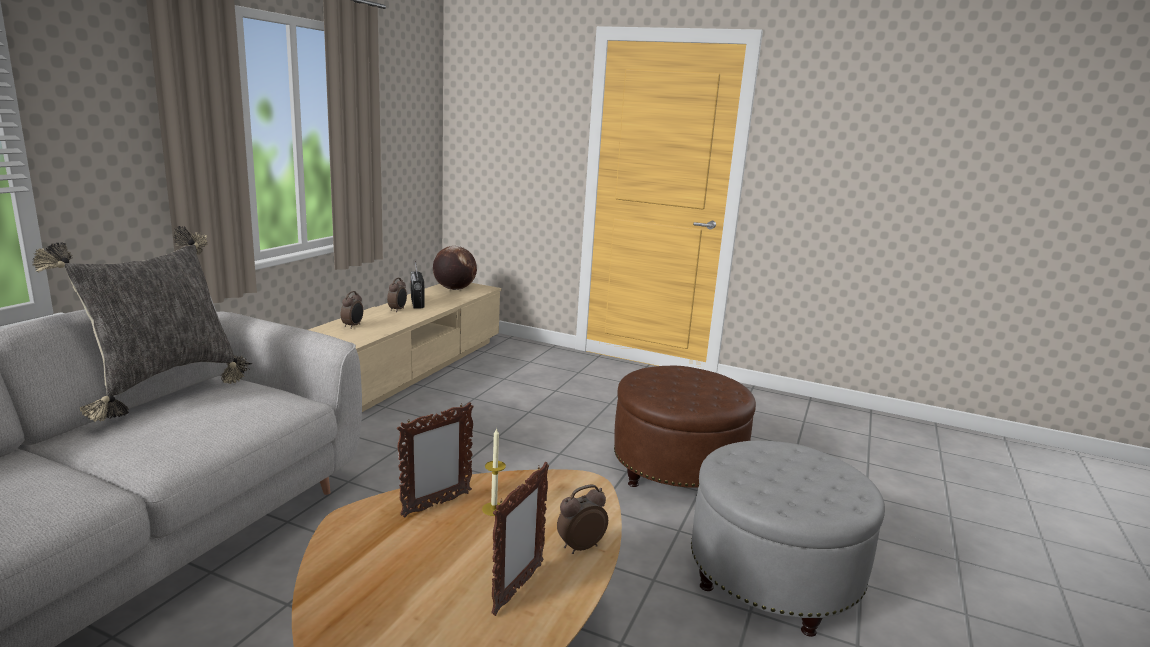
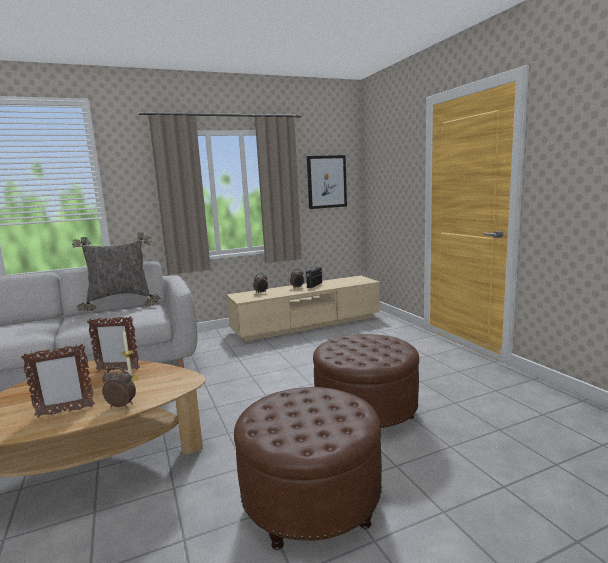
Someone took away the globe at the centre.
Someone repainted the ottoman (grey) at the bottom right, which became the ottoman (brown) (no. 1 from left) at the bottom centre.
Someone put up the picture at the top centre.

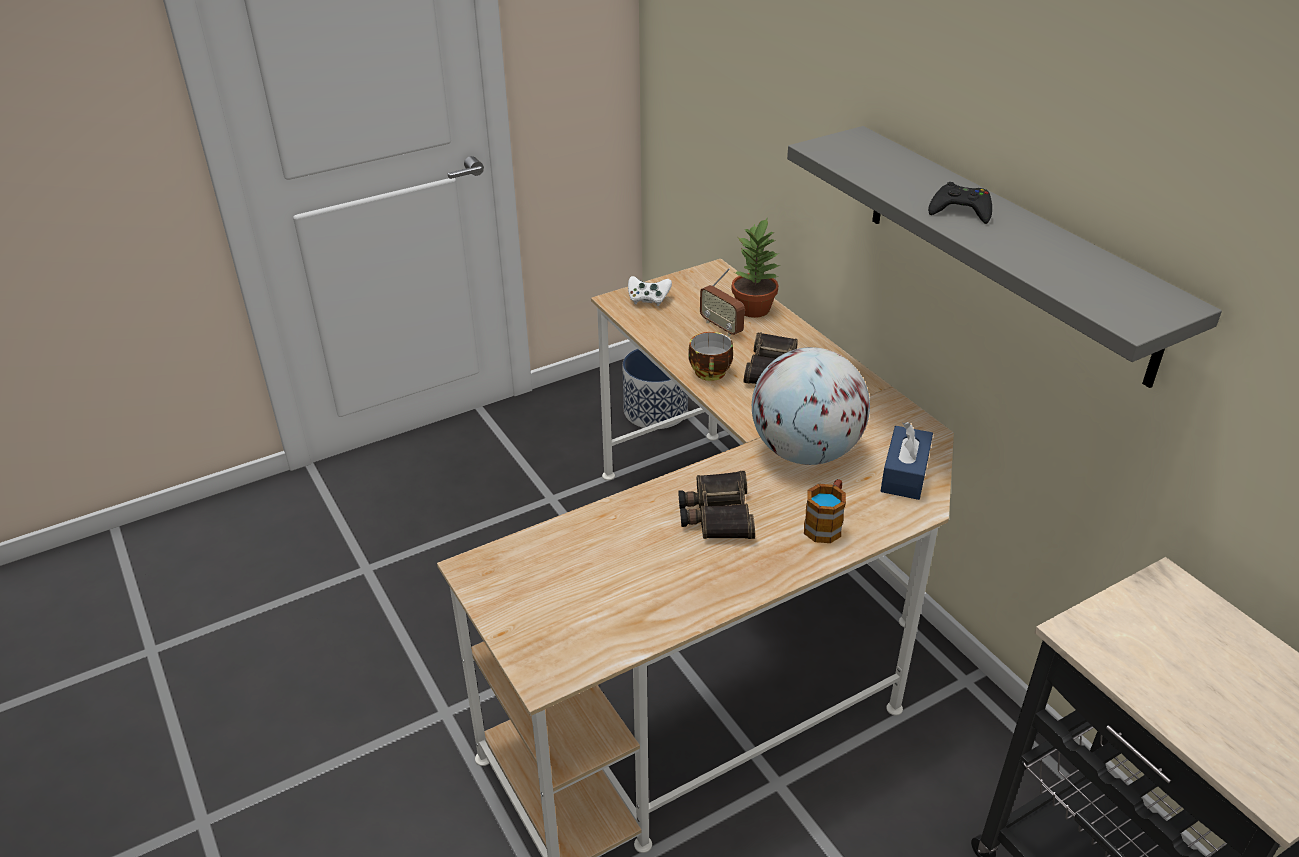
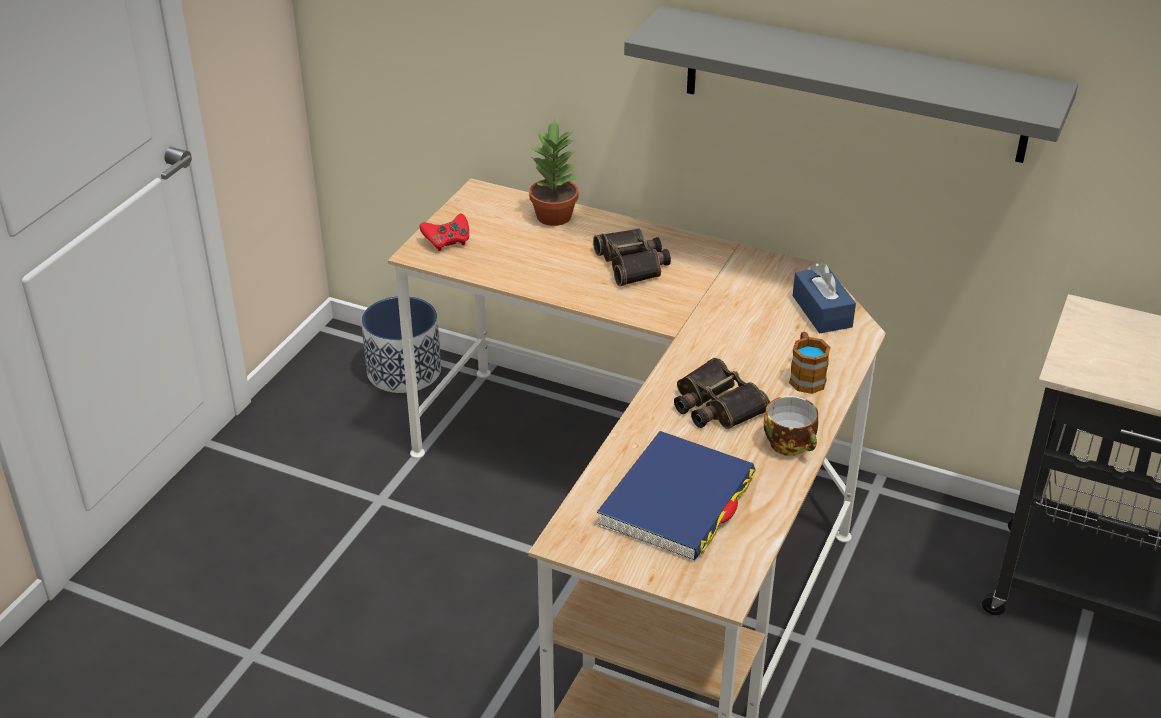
Someone repainted the game controller (white) at the centre, which became the game controller (red) at the top centre.
Someone carried the cup from the centre to the middle right.
Someone took away the radio at the centre.
Someone took away the globe at the centre.
Someone took away the game controller (black) at the top right.
Someone put down the book (blue) at the bottom centre.

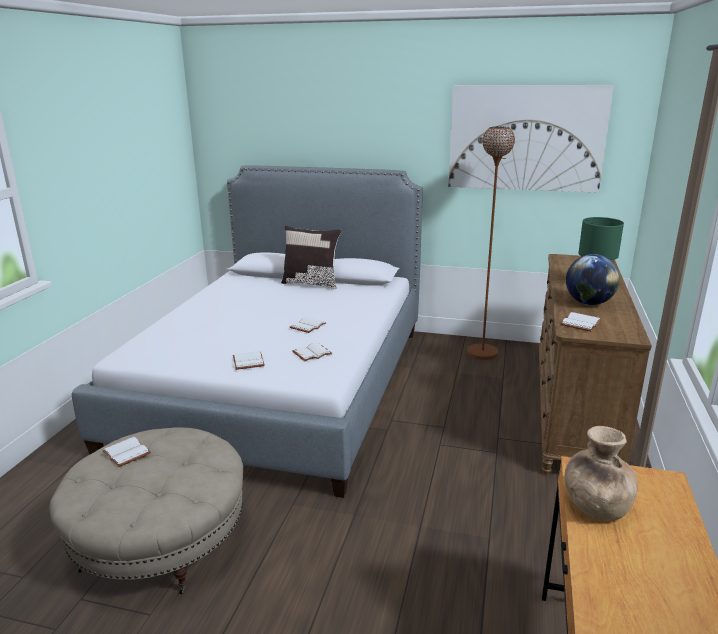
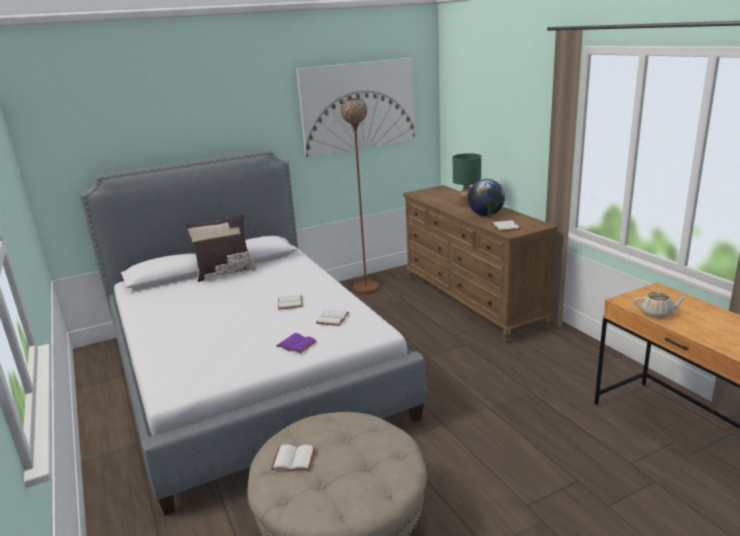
Someone repainted the book (white) (no. 2 from left) at the centre, which became the book (purple) at the centre.
Someone swapped the vase (brown) at the bottom right for the teapot (beige) at the middle right.

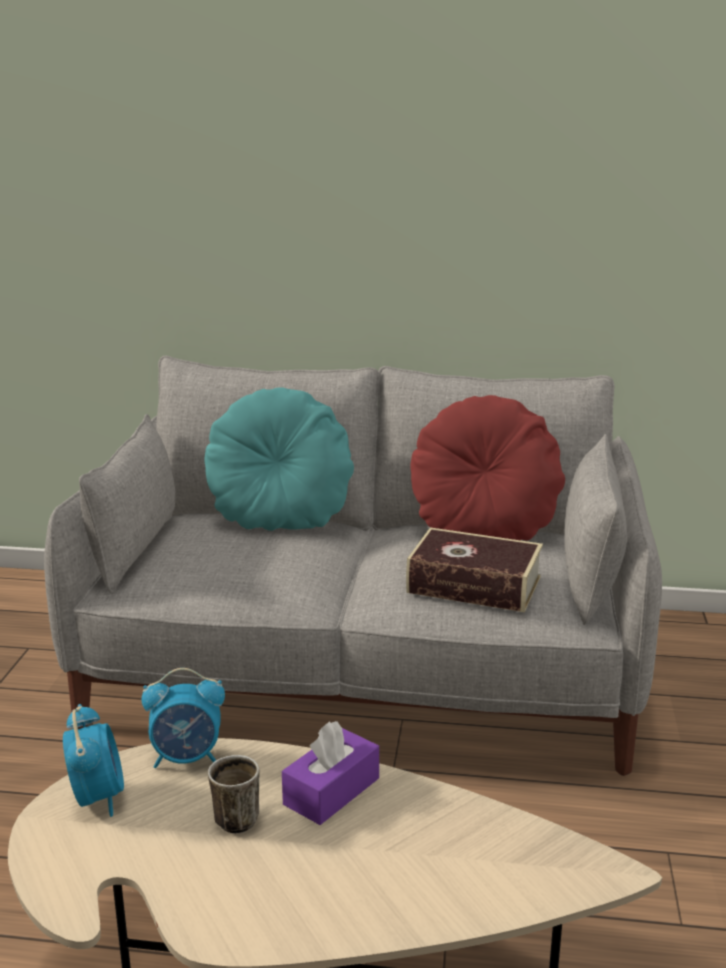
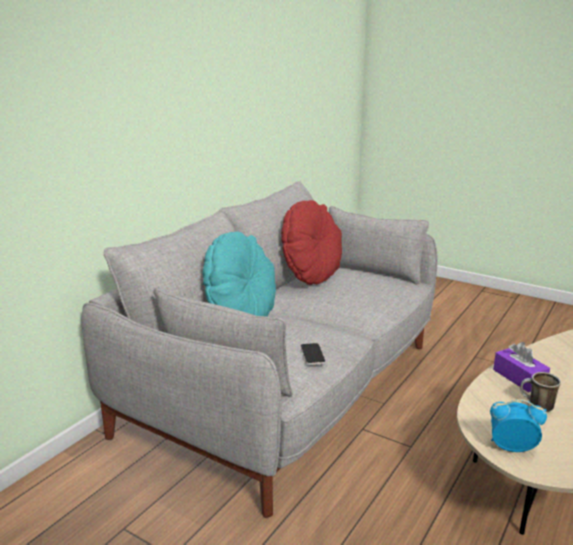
Someone took away the alarm clock (no. 2 from left) at the bottom left.
Someone took away the book at the centre.
Someone put down the phone at the centre.

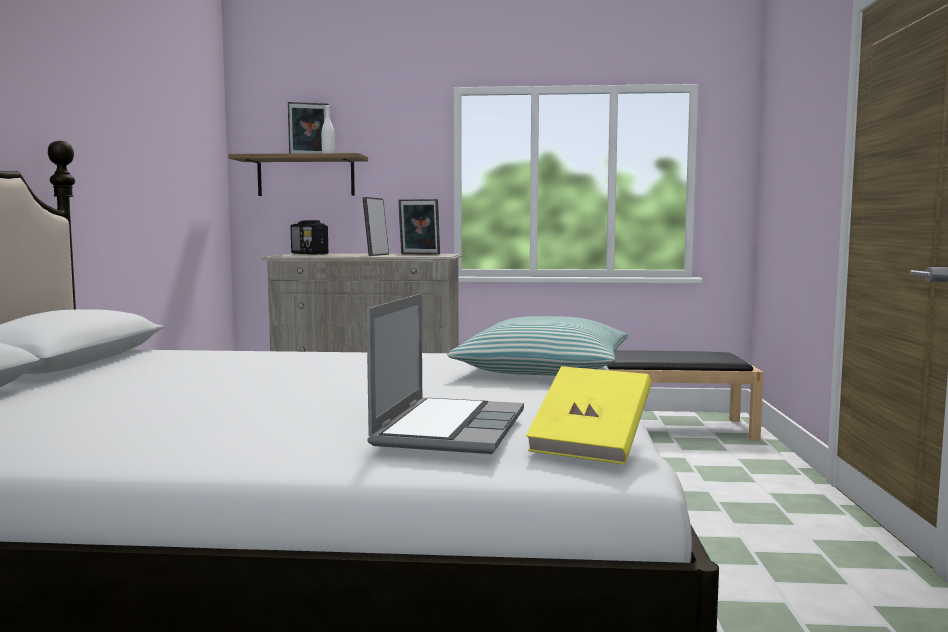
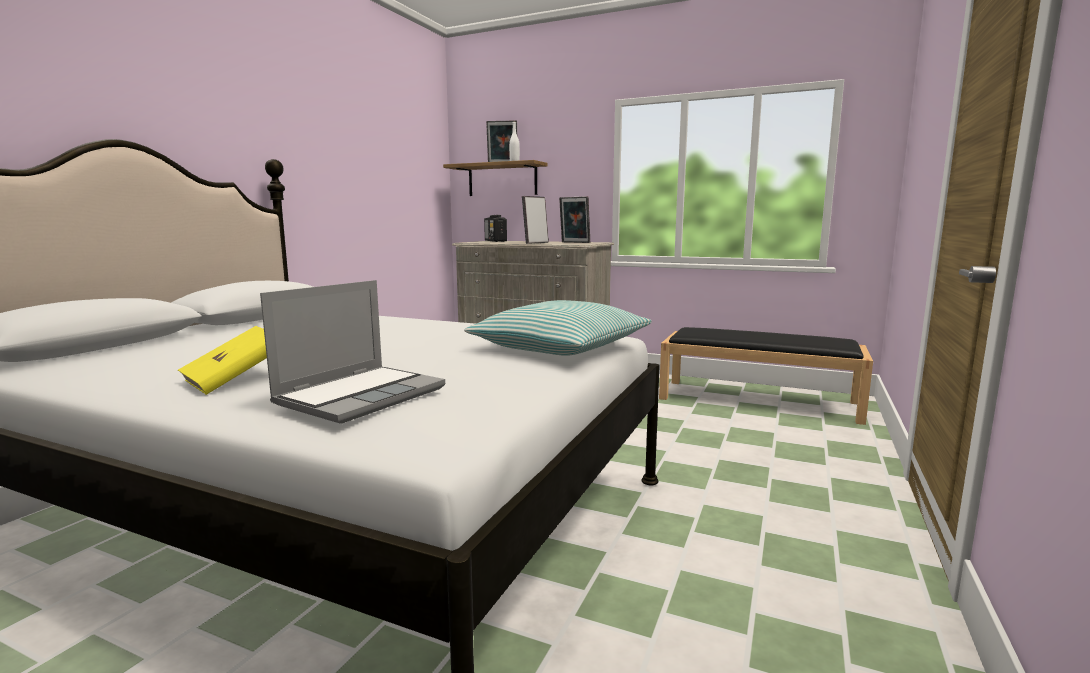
Someone carried the book (yellow) from the centre to the middle left.

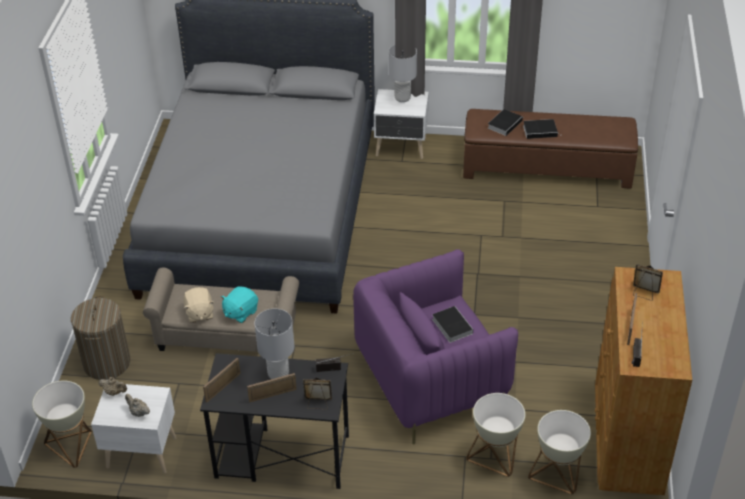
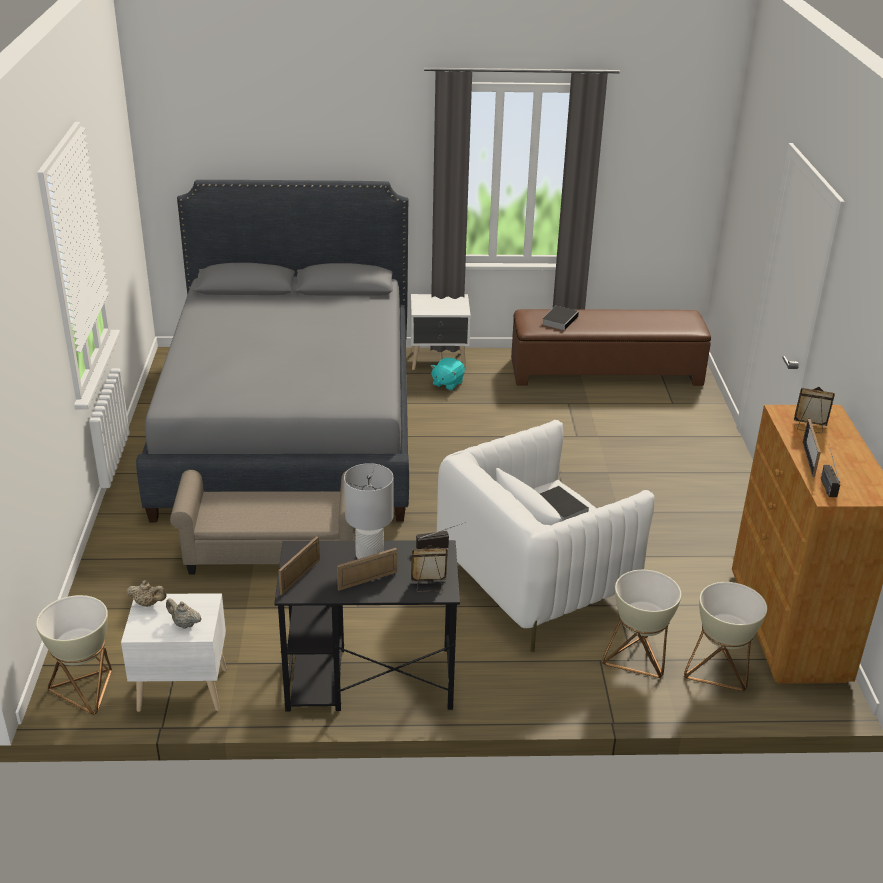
Someone took away the laundry basket at the bottom left.
Someone took away the plush toy (beige) at the middle left.
Someone carried the plush toy (turquoise) from the middle left to the centre.
Someone repainted the armchair (purple) at the bottom centre, which became the armchair (white) at the centre.
Someone took away the table lamp (grey) (no. 2 from left) at the top centre.
Someone took away the book (no. 3 from left) at the top right.

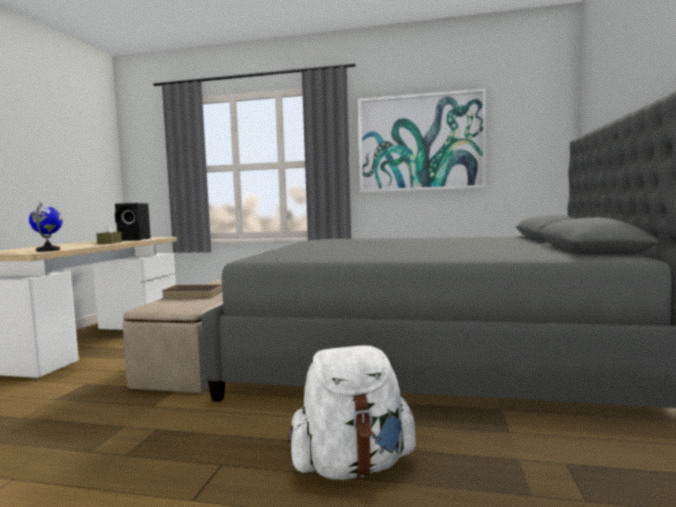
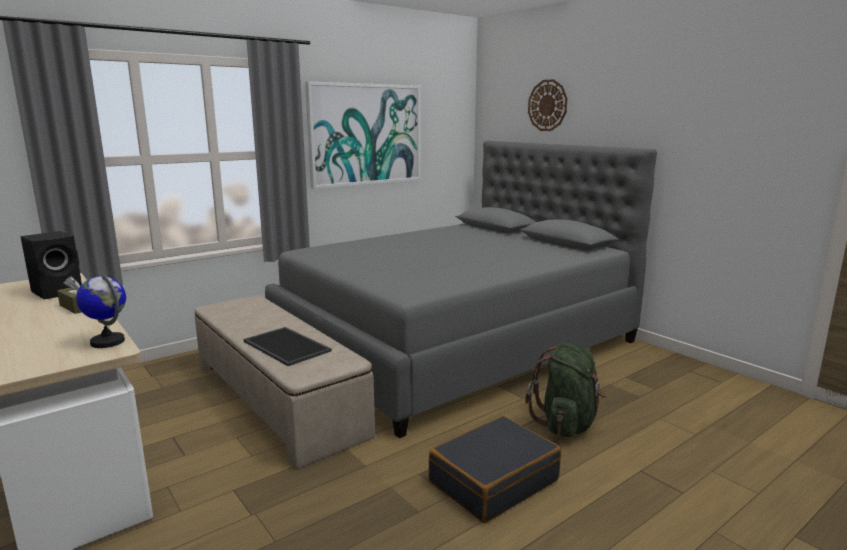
Someone swapped the book (brown) at the middle left for the tray at the centre.
Someone repainted the backpack (white) at the bottom centre, which became the backpack (green) at the bottom right.
Someone put down the suitcase (black) at the bottom centre.
Someone put up the wall clock at the top centre.

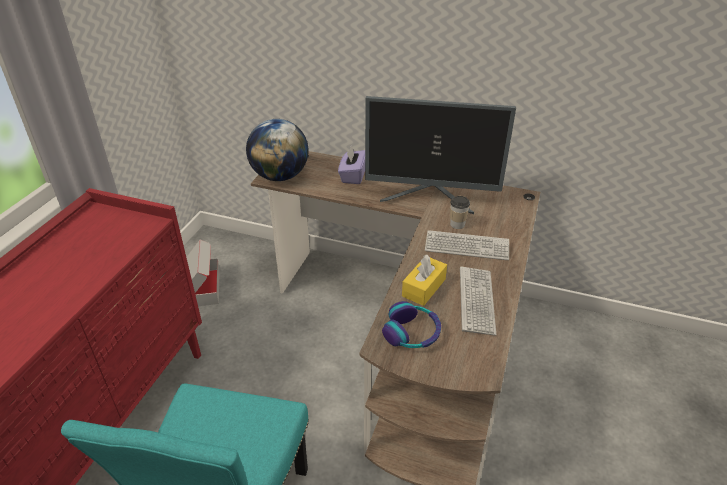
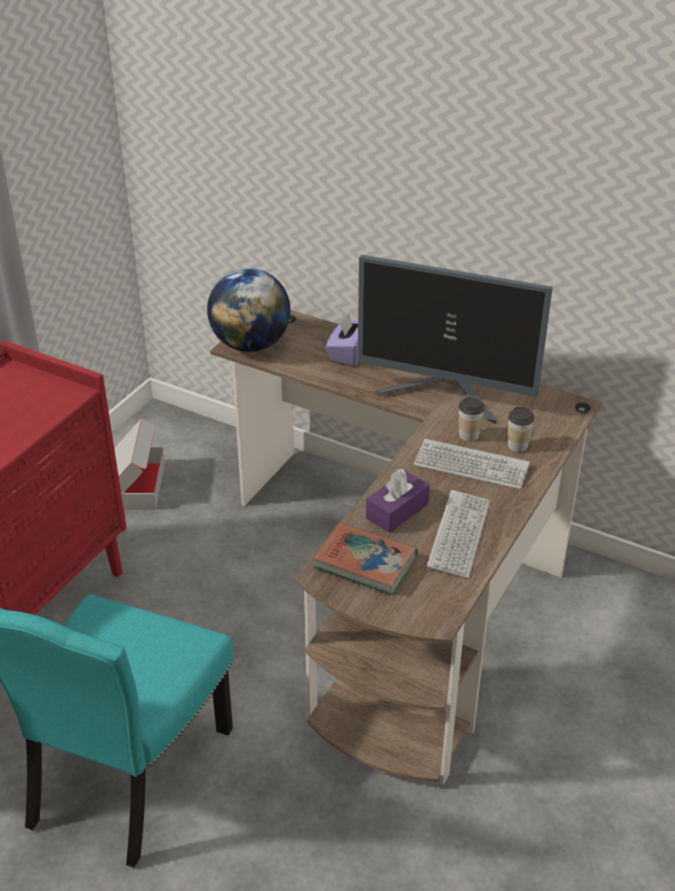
Someone swapped the headphones at the bottom centre for the book at the centre.
Someone repainted the tissue box (yellow) at the centre, which became the tissue box (purple) (no. 2 from left) at the centre.
Someone put down the cup (no. 2 from left) at the middle right.

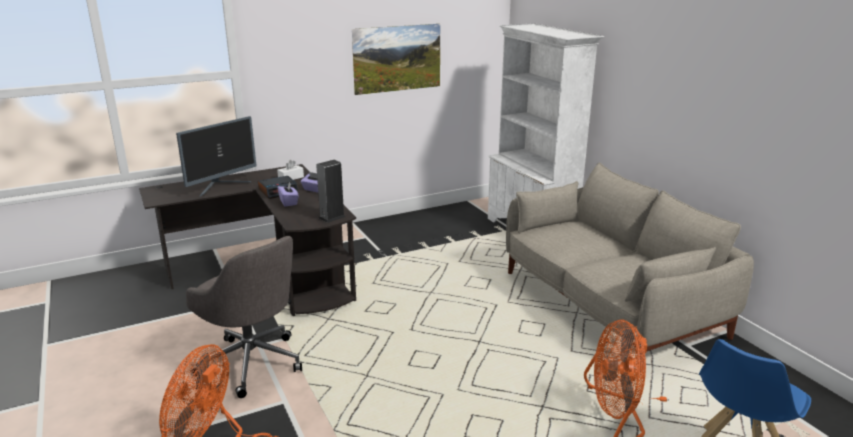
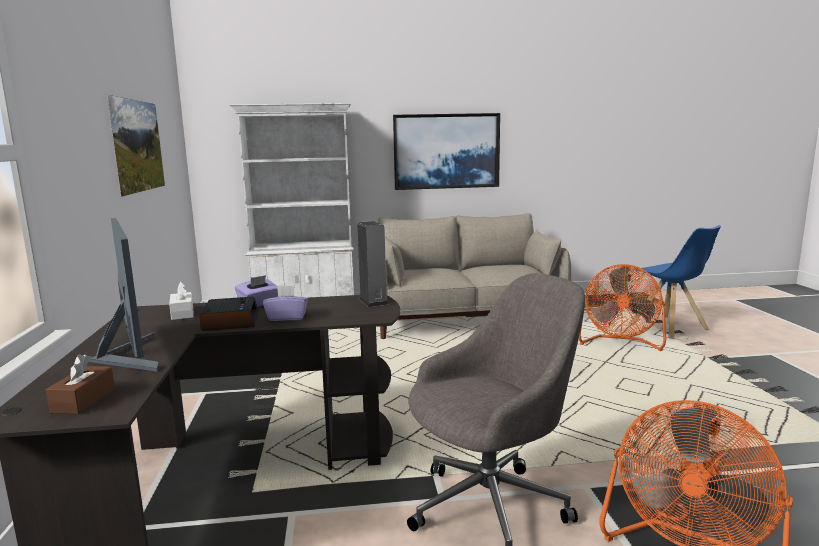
Someone put down the tissue box (brown) at the bottom left.
Someone put up the picture (no. 2 from left) at the top centre.

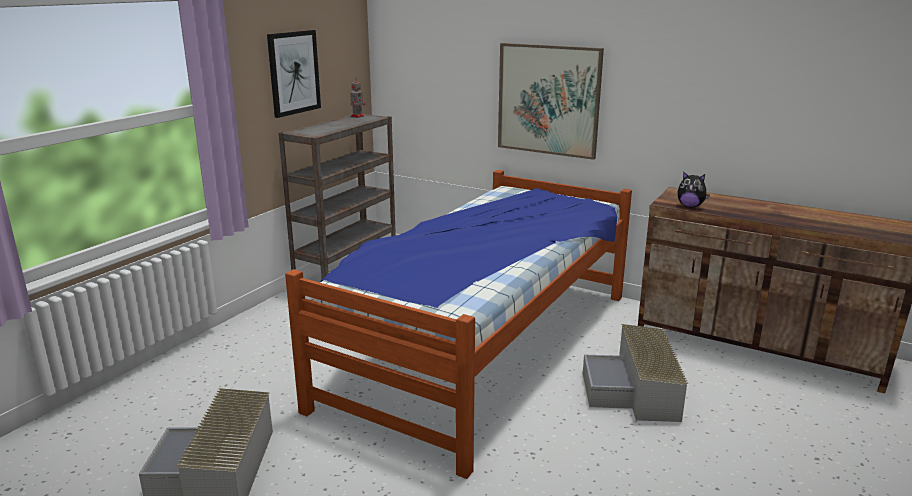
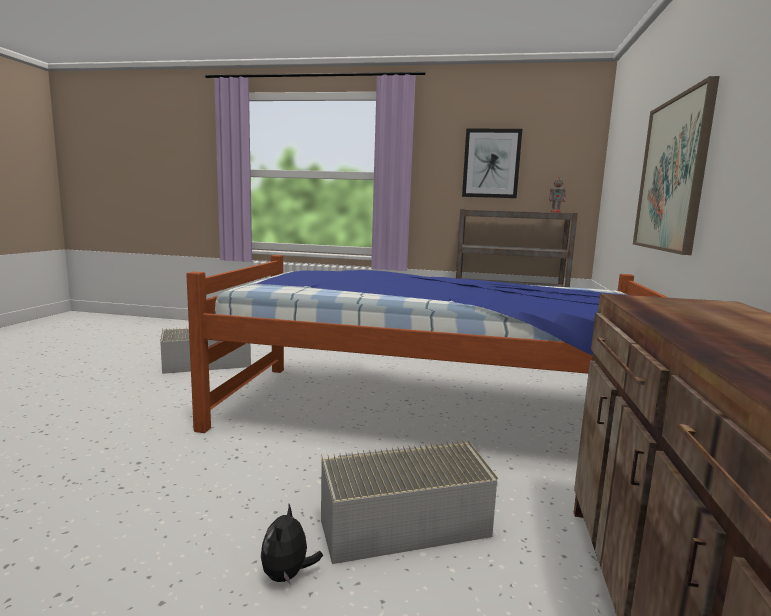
Someone carried the plush toy from the middle right to the bottom centre.

